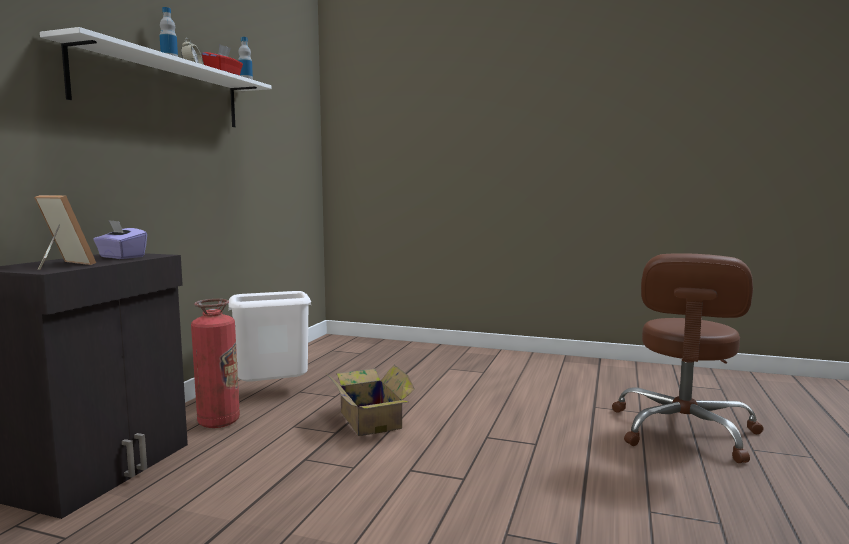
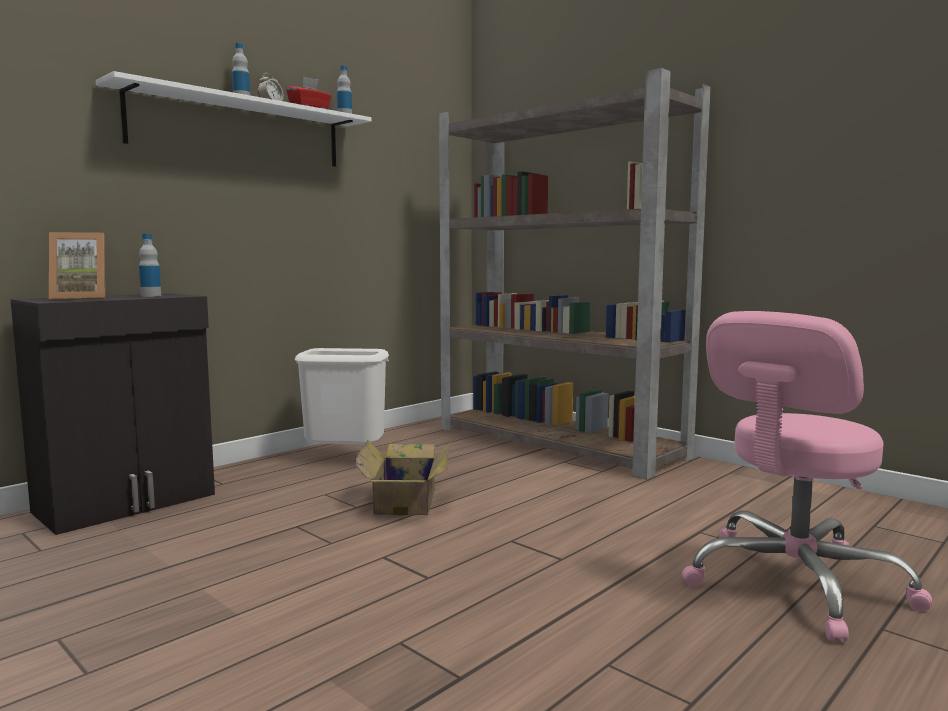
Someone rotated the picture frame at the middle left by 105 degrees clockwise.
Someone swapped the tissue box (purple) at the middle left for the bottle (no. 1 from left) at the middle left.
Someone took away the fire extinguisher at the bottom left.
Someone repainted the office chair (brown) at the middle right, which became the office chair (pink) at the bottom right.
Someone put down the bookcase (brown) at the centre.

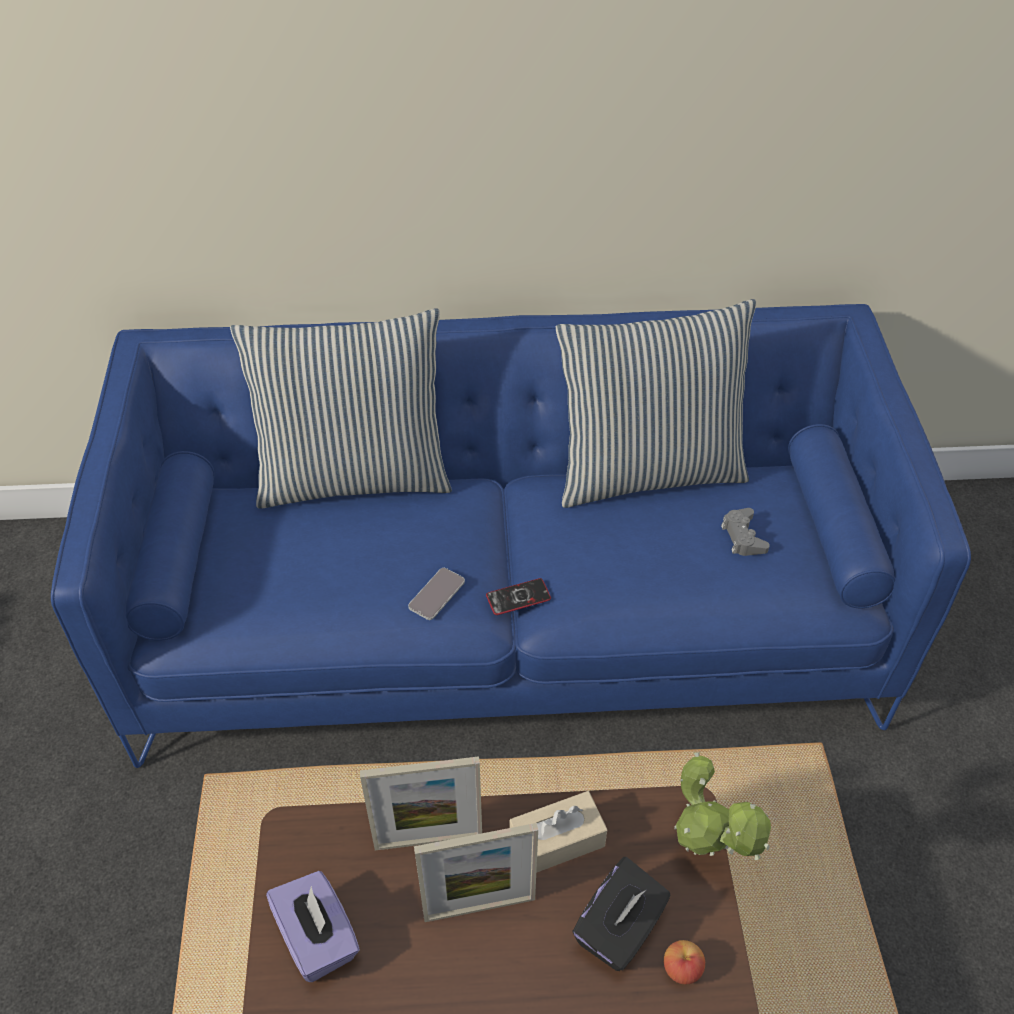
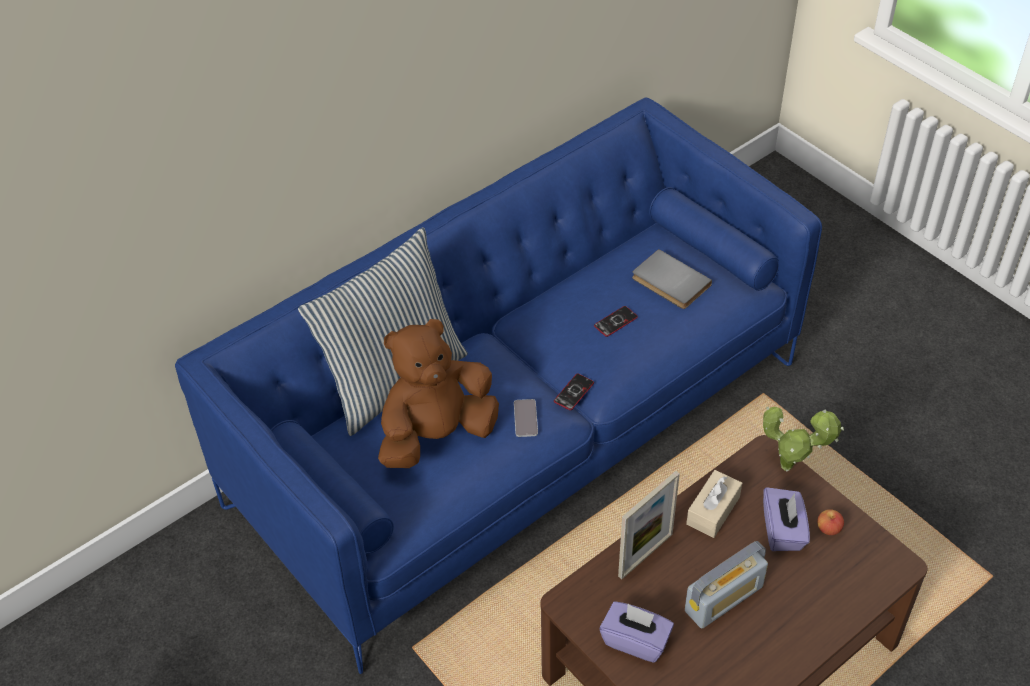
Someone took away the picture frame (no. 2 from left) at the bottom centre.
Someone took away the pillow (no. 2 from left) at the centre.
Someone repainted the tissue box (black) at the bottom centre, which became the tissue box (purple) (no. 2 from left) at the bottom right.
Someone swapped the game controller (grey) at the middle right for the book (grey) at the centre.
Someone put down the plush toy (brown) at the centre.
Someone put down the phone (no. 3 from left) at the centre.
Someone put down the radio at the bottom right.

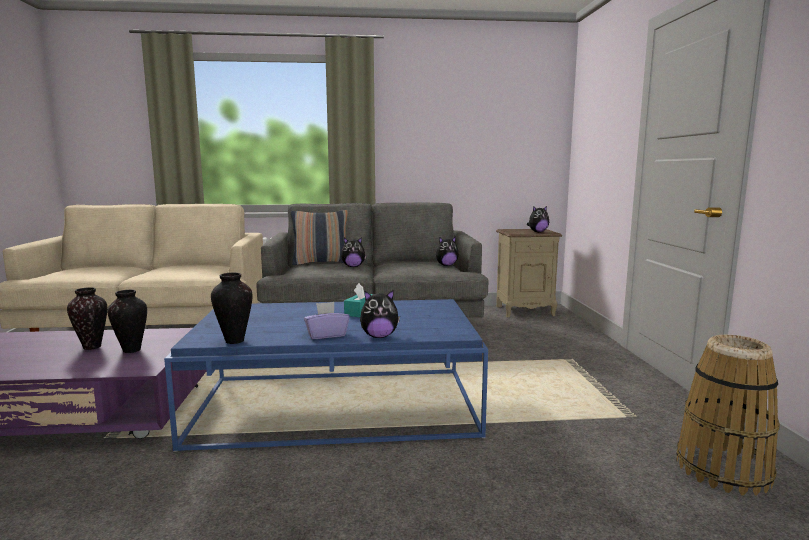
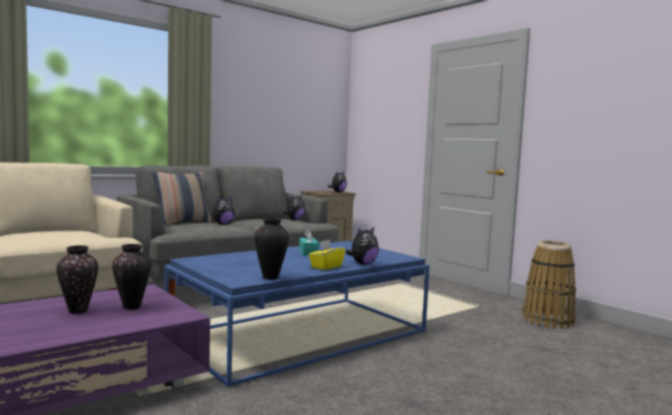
Someone repainted the tissue box (purple) at the centre, which became the tissue box (yellow) at the centre.

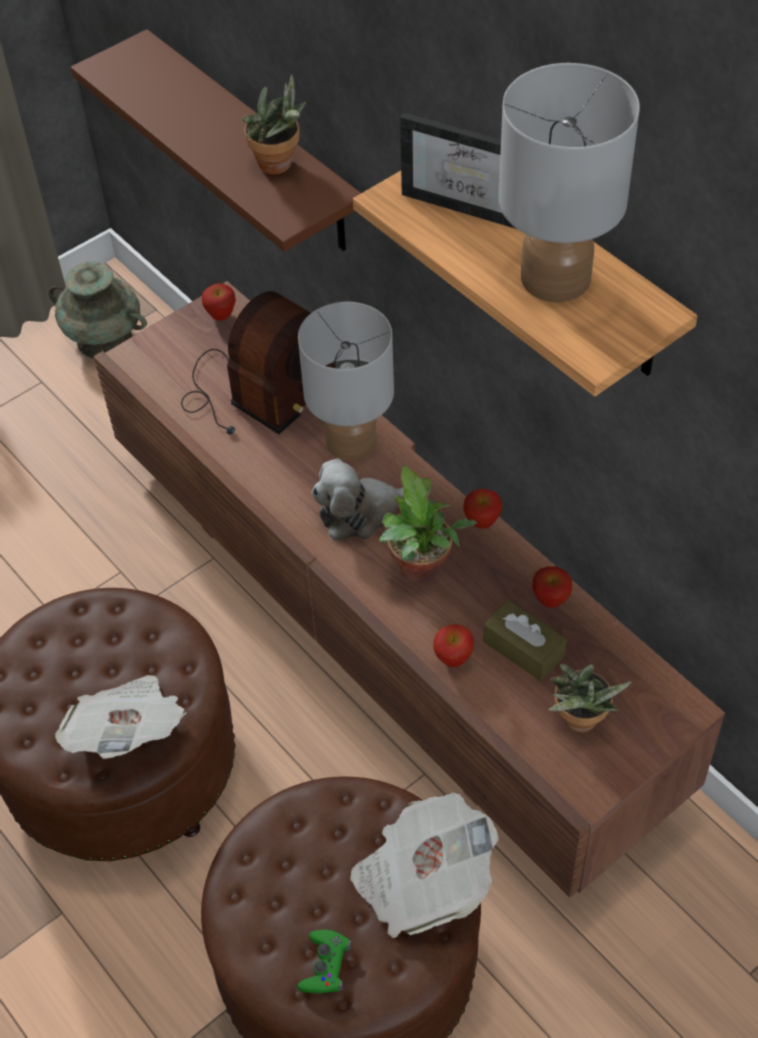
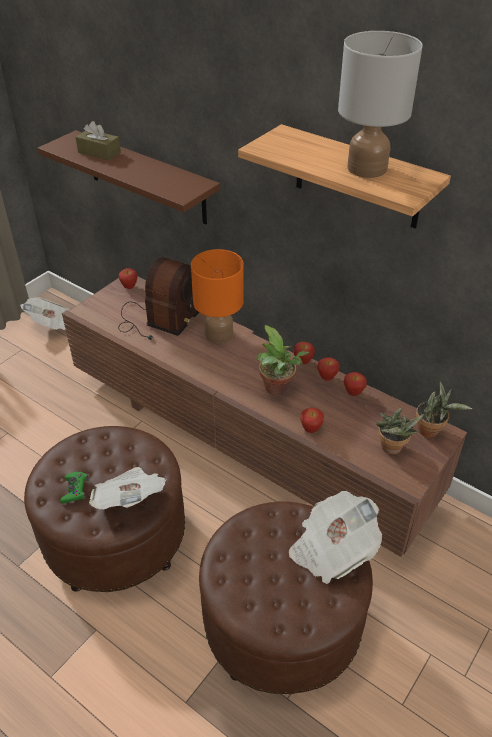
Someone swapped the vase (turquoise) at the top left for the newspaper (no. 1 from left) at the middle left.
Someone carried the potted plant (no. 1 from left in the first image) from the top centre to the middle right.
Someone carried the game controller (green) from the bottom centre to the middle left.
Someone repainted the table lamp (grey) (no. 1 from left) at the centre, which became the table lamp (orange) at the centre.
Someone took away the plush toy at the centre.
Someone took away the picture frame at the top centre.
Someone carried the tissue box (brown) from the middle right to the top left.
Someone put down the apple (no. 4 from left) at the middle right.

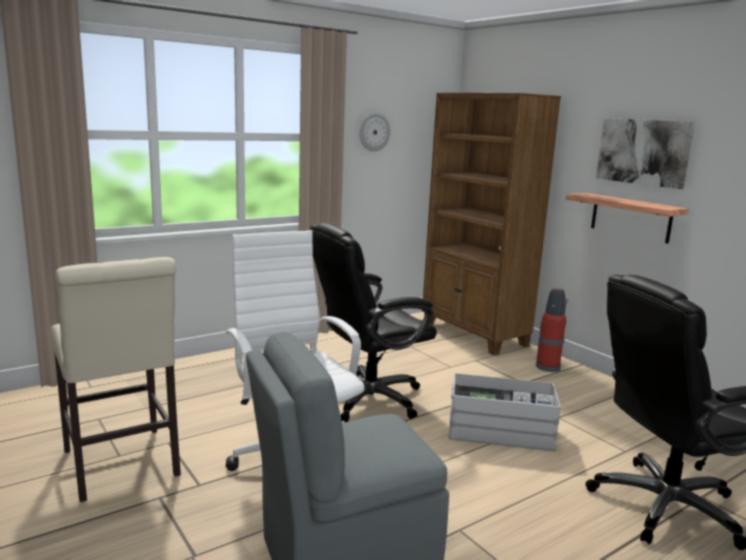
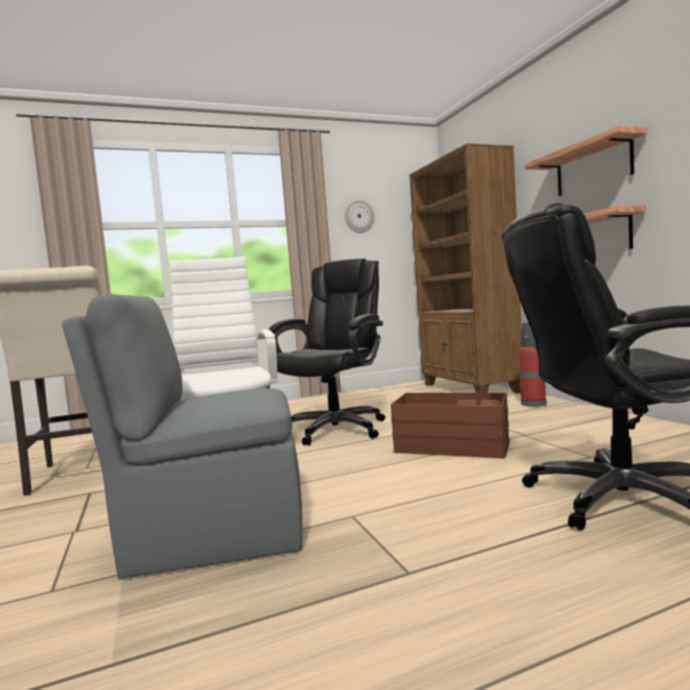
Someone rotated the office chair (black) (no. 1 from left) at the centre by 135 degrees clockwise.
Someone repainted the storage box (grey) at the bottom right, which became the storage box (brown) at the centre.
Someone swapped the picture at the top right for the shelf (no. 1 from left) at the top right.

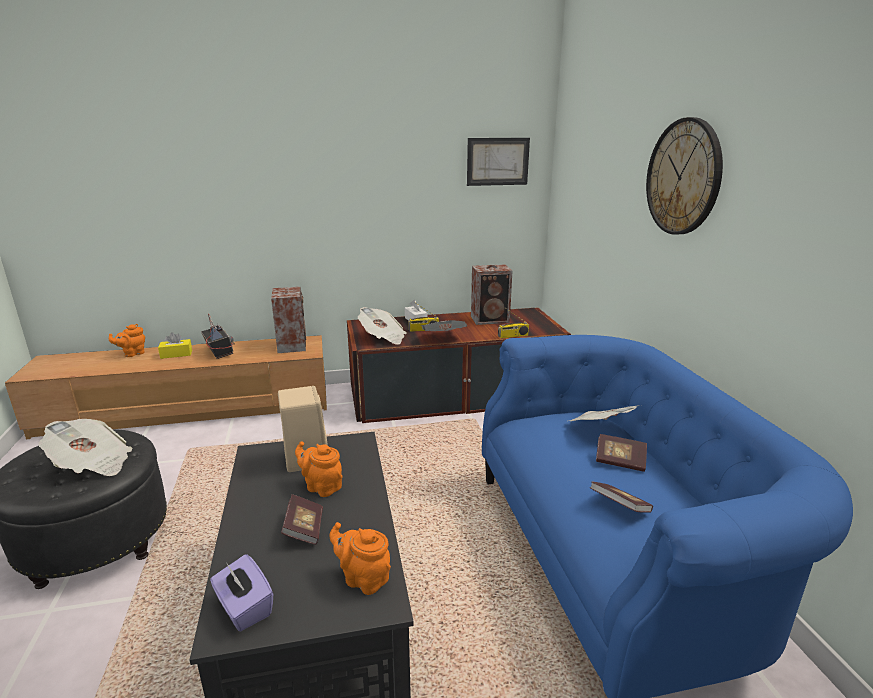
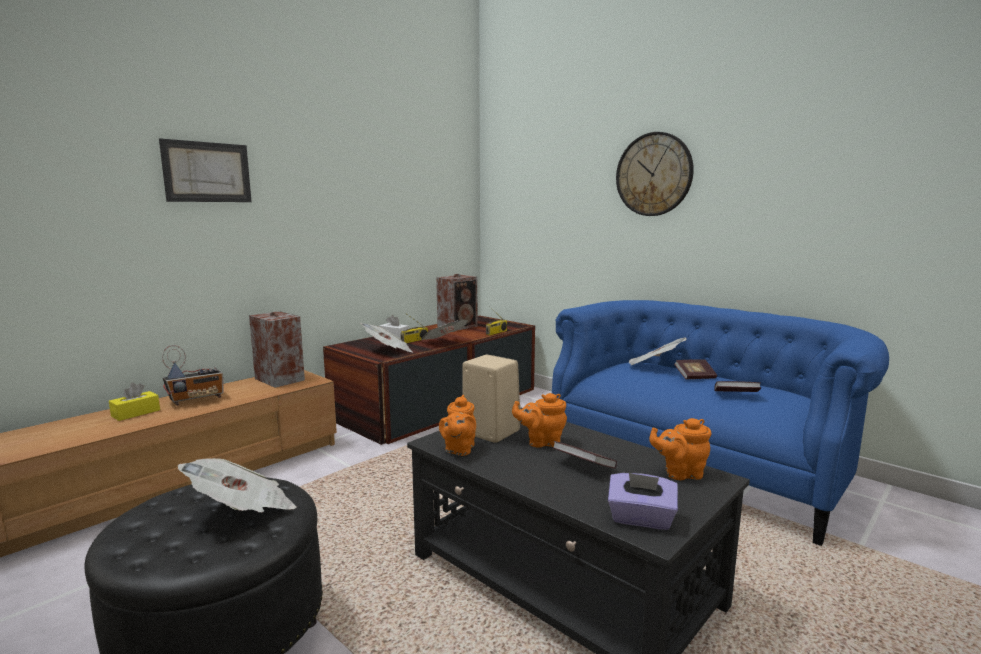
Someone carried the teapot (orange) (no. 1 from left) from the middle left to the centre.
Someone rotated the radio (no. 1 from left) at the middle left by 120 degrees clockwise.
Someone carried the picture from the top centre to the top left.

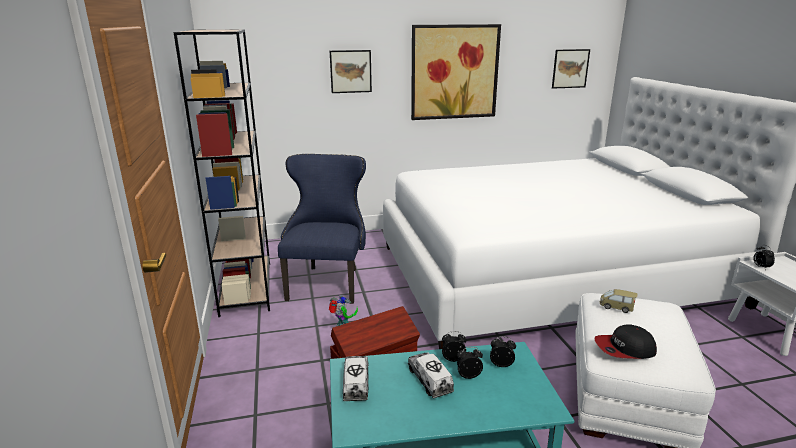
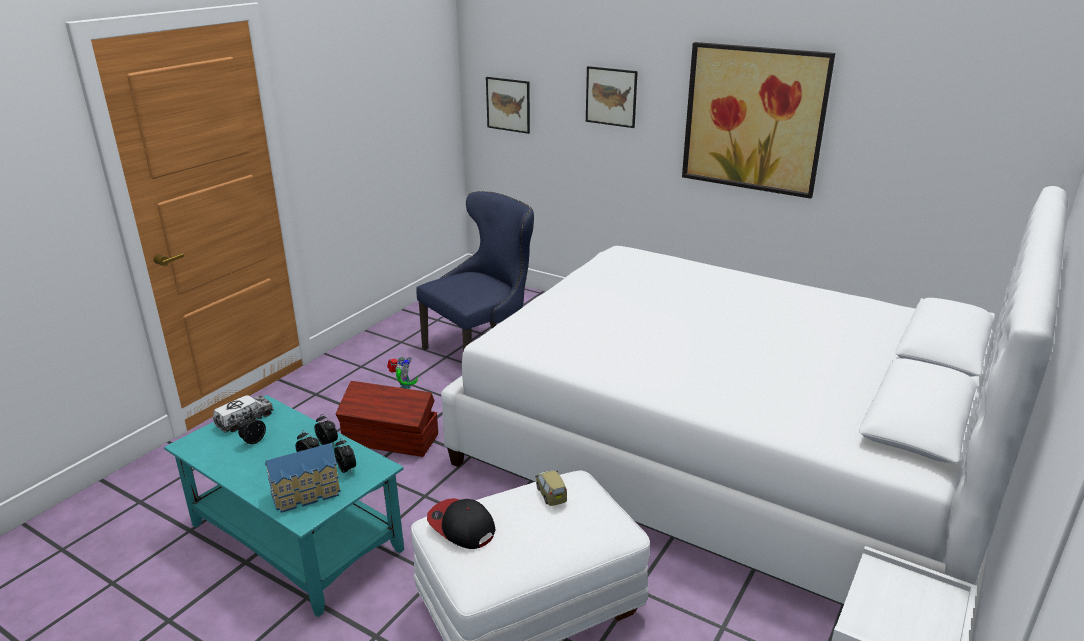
Someone took away the bookcase (beige) at the middle left.
Someone took away the toy truck (no. 2 from left) at the bottom centre.
Someone carried the picture (no. 3 from left in the first image) from the top right to the top centre.
Someone carried the alarm clock (no. 4 from left in the first image) from the middle right to the bottom left.
Someone put down the toy house at the bottom left.

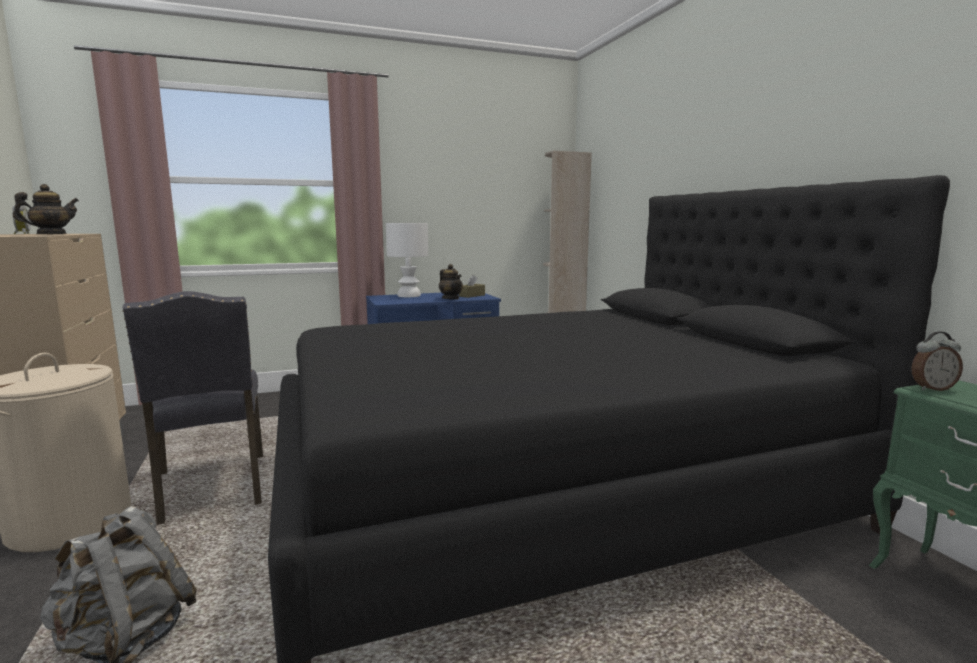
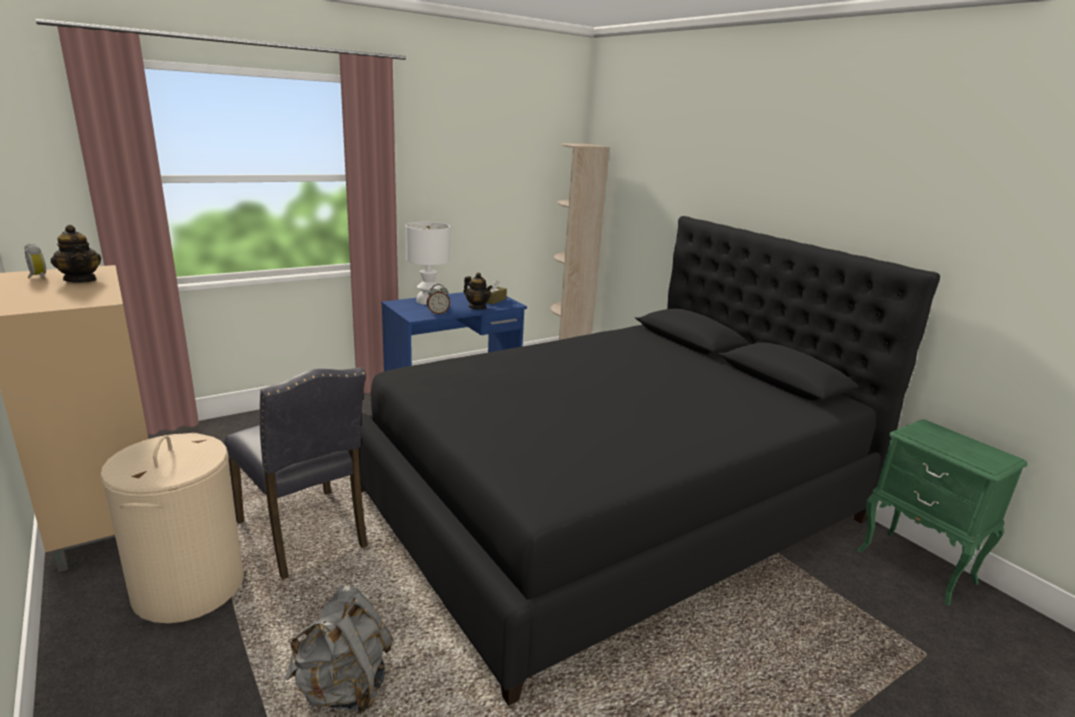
Someone rotated the teapot (no. 1 from left) at the top left by 105 degrees clockwise.
Someone carried the alarm clock (no. 2 from left) from the middle right to the centre.

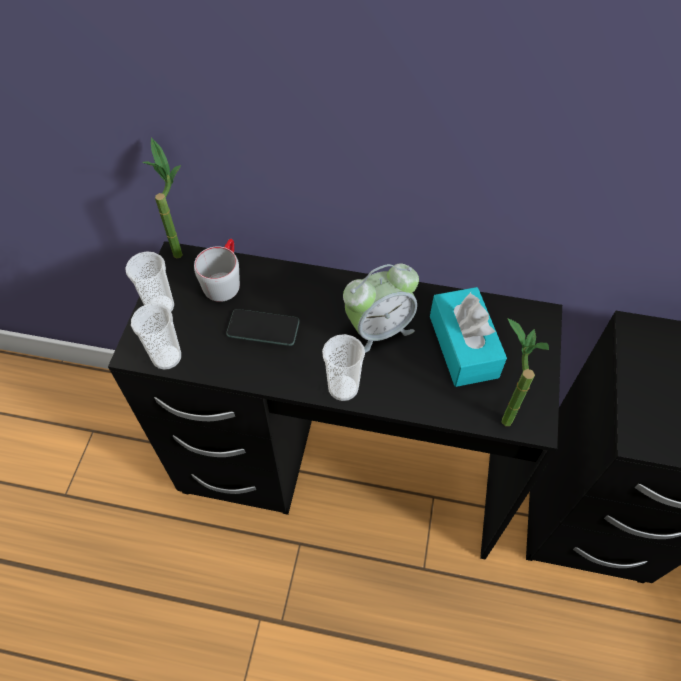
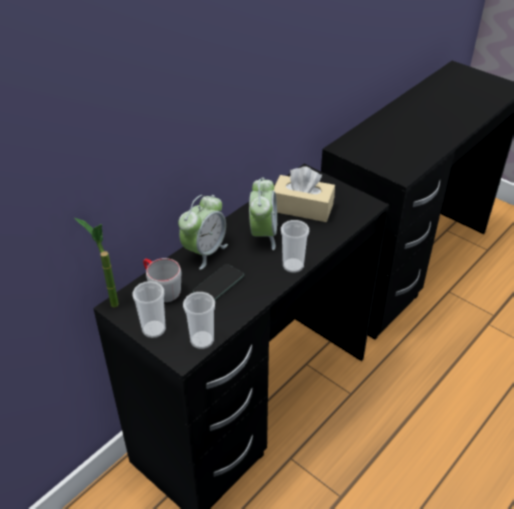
Someone repainted the tissue box (turquoise) at the middle right, which became the tissue box (beige) at the centre.
Someone took away the potted plant (no. 2 from left) at the middle right.
Someone put down the alarm clock (no. 1 from left) at the centre.

